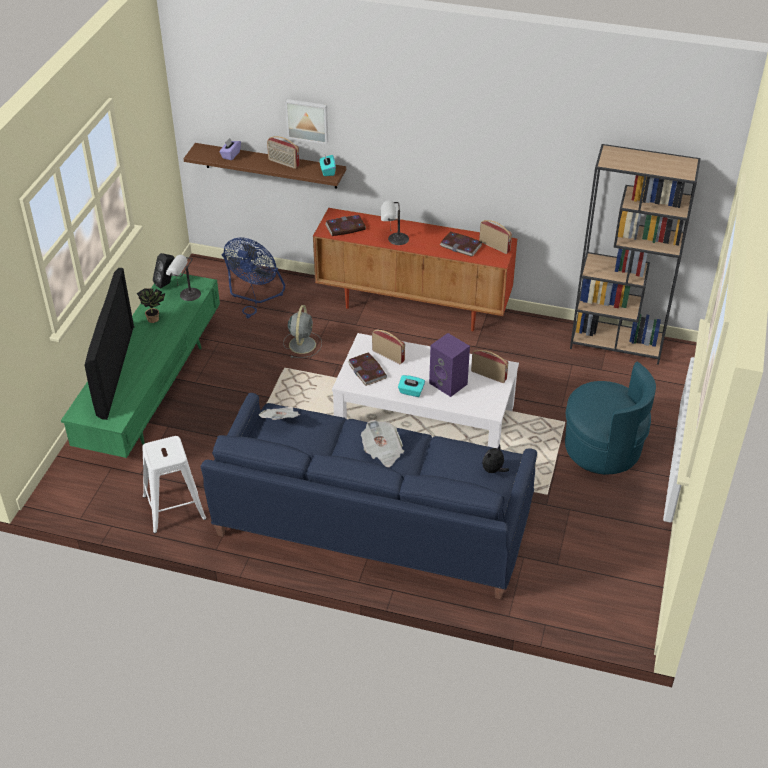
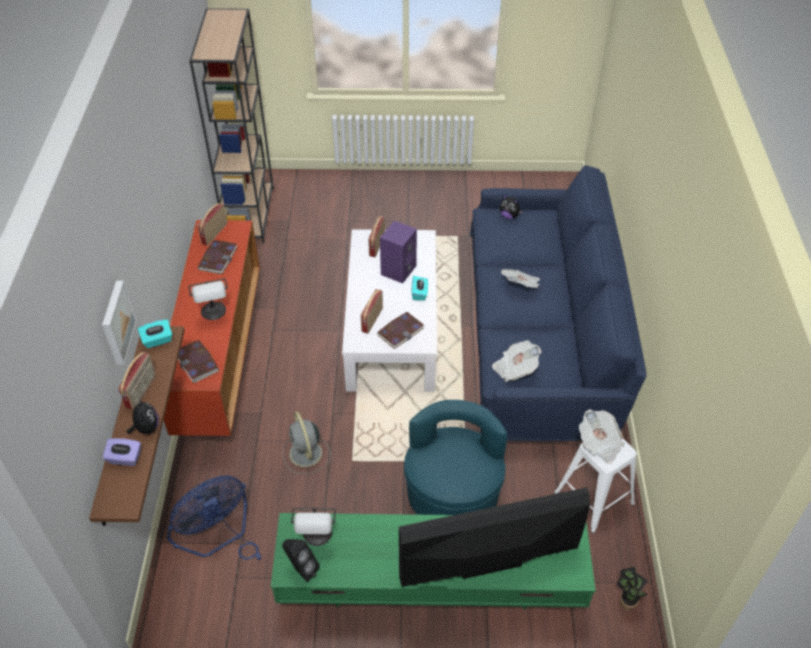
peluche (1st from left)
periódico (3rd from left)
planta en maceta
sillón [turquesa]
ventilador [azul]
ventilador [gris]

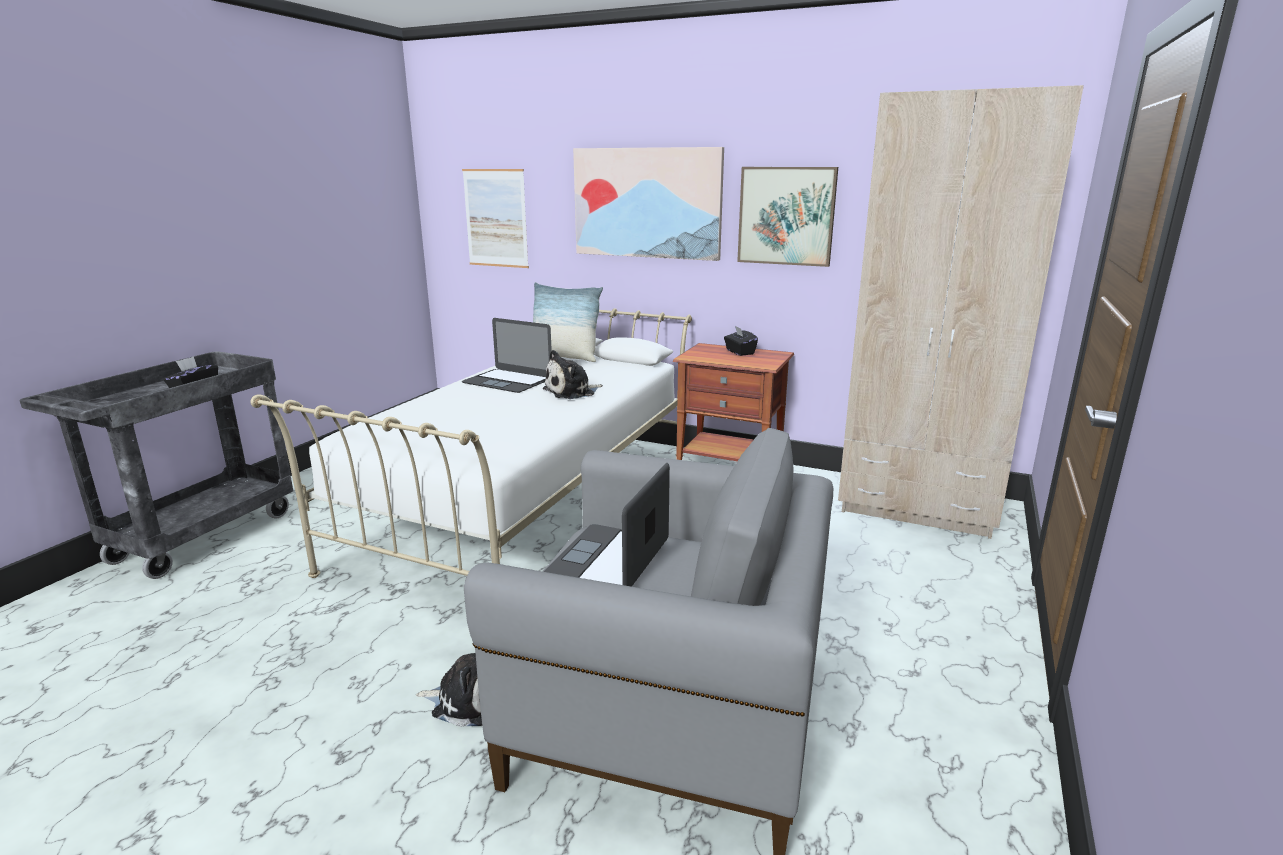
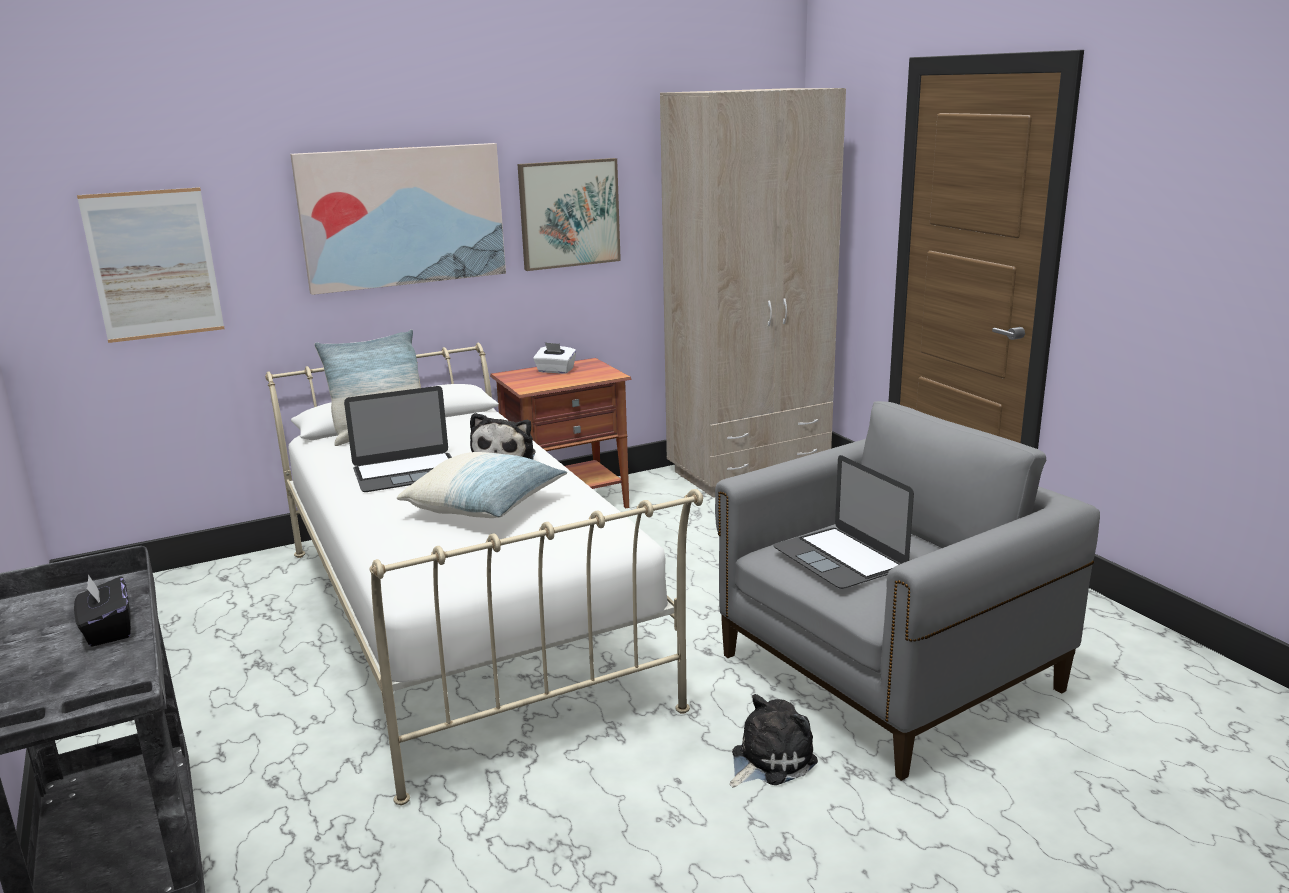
cojín (2nd from left)
caja de pañuelos [blanco]

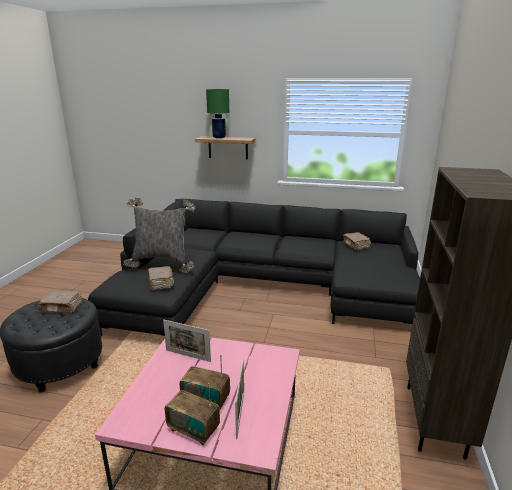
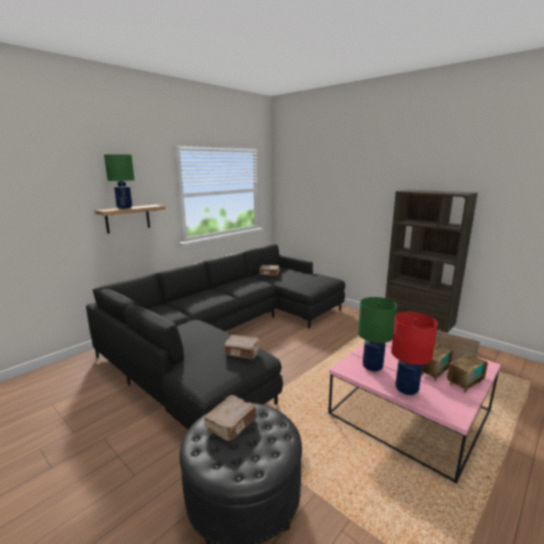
cojín
lámpara de mesa [rojo]
lámpara de mesa [verde] (2nd from left)

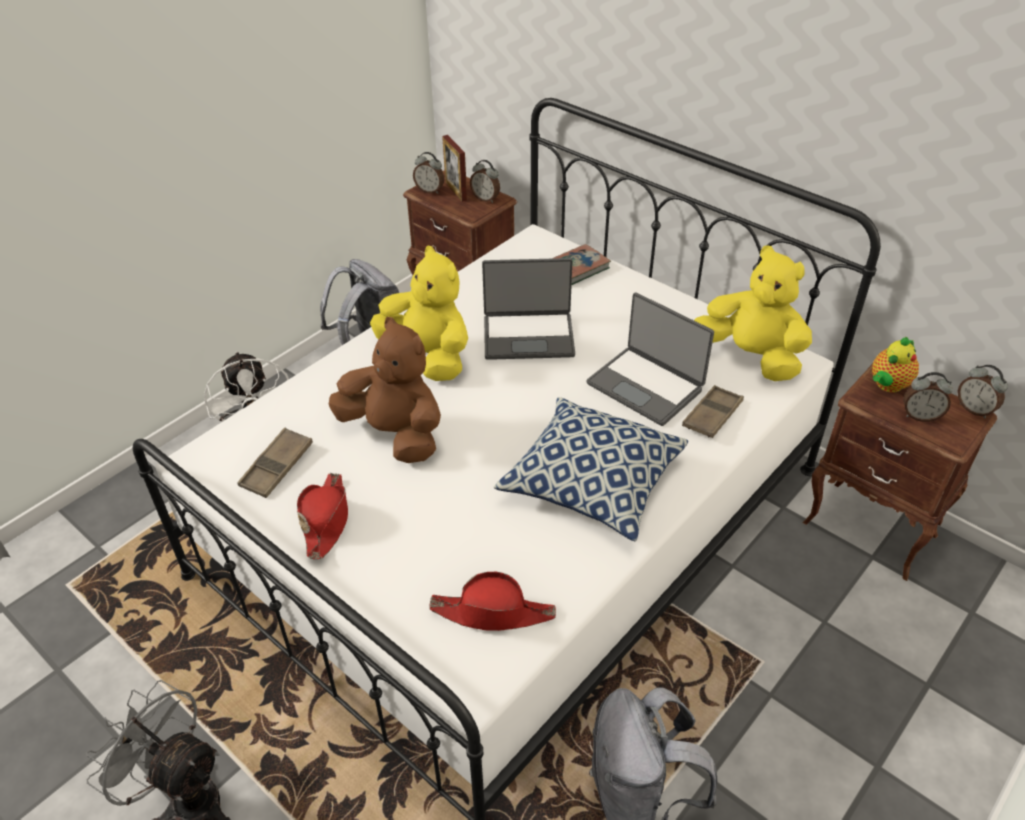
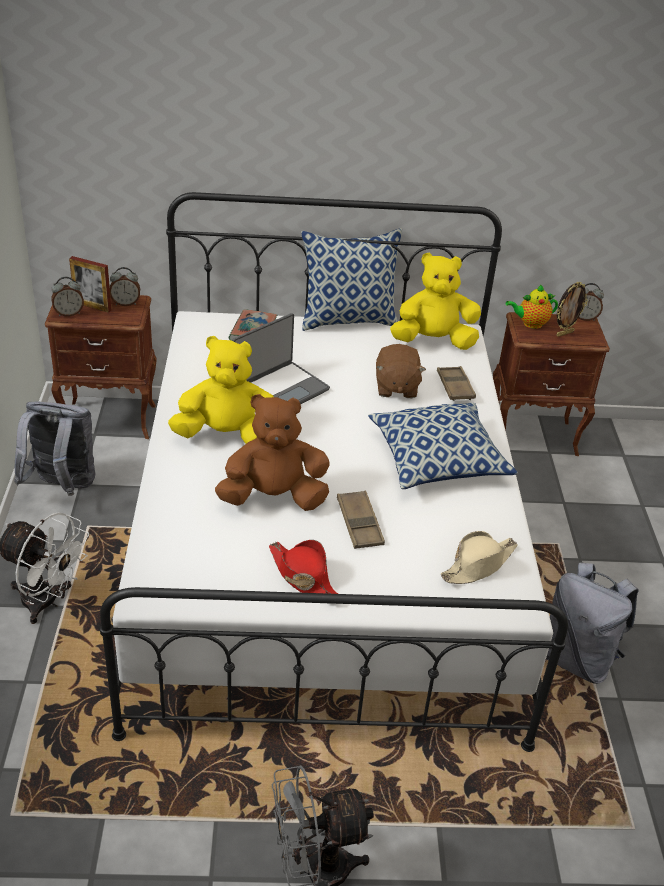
cojín (1st from left)
bandeja [marrón] (1st from left)
peluche [marrón] (2nd from left)
portarretratos (2nd from left)
sombrero [beis]
tetera

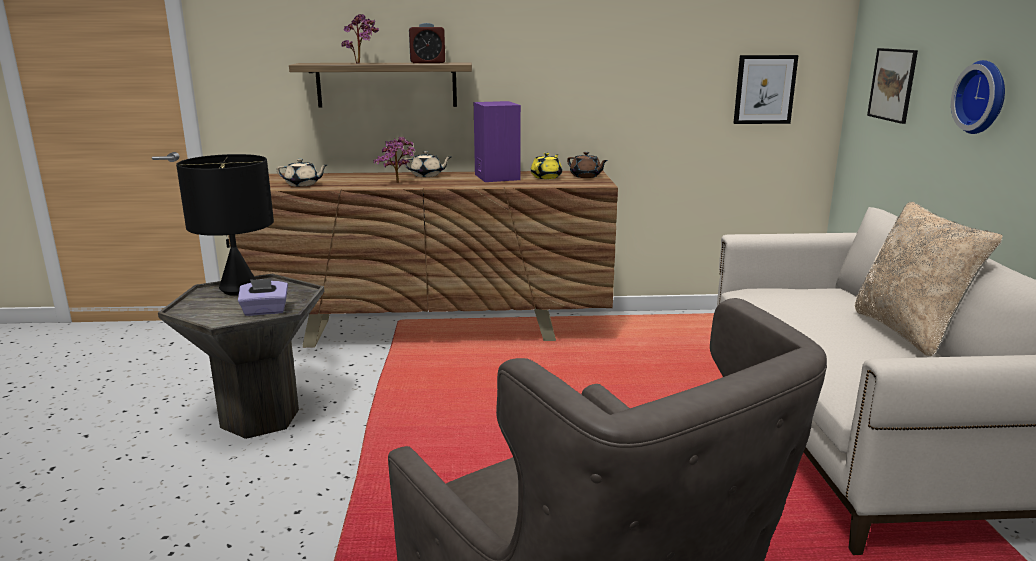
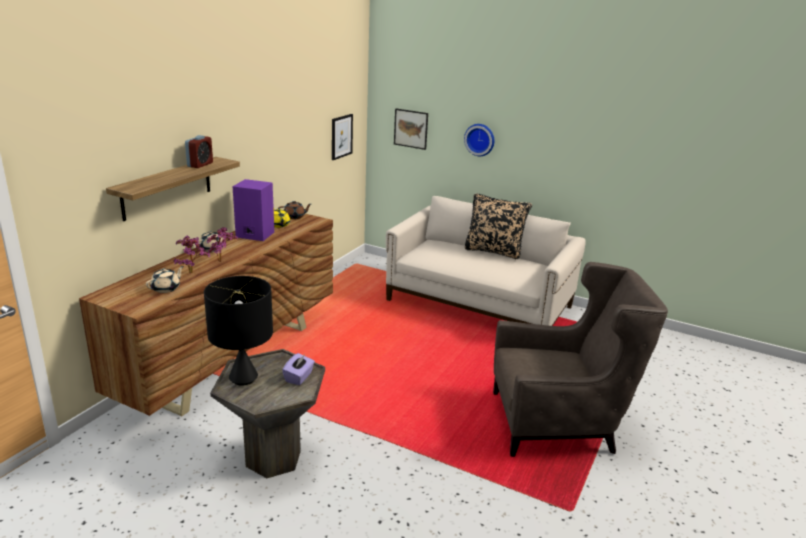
planta en maceta (1st from left)
cojín [negro]

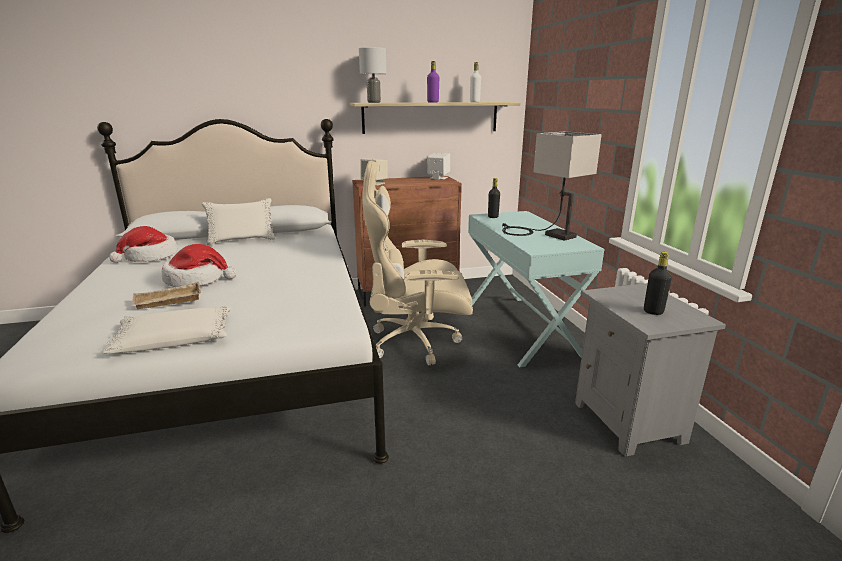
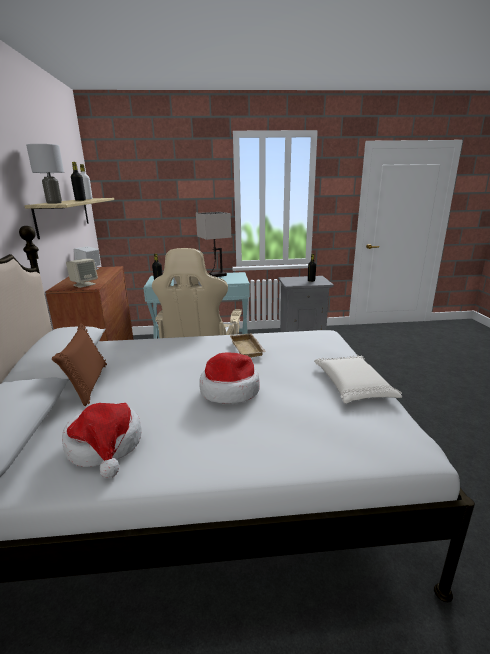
bandeja [beis]
cojín [marrón]
botella [negro] (1st from left)

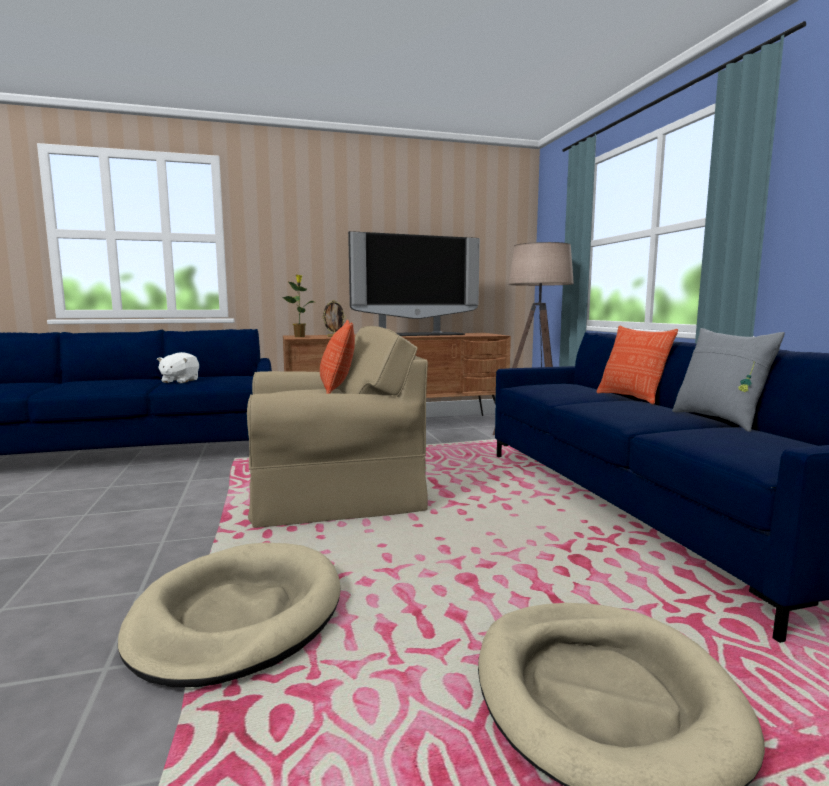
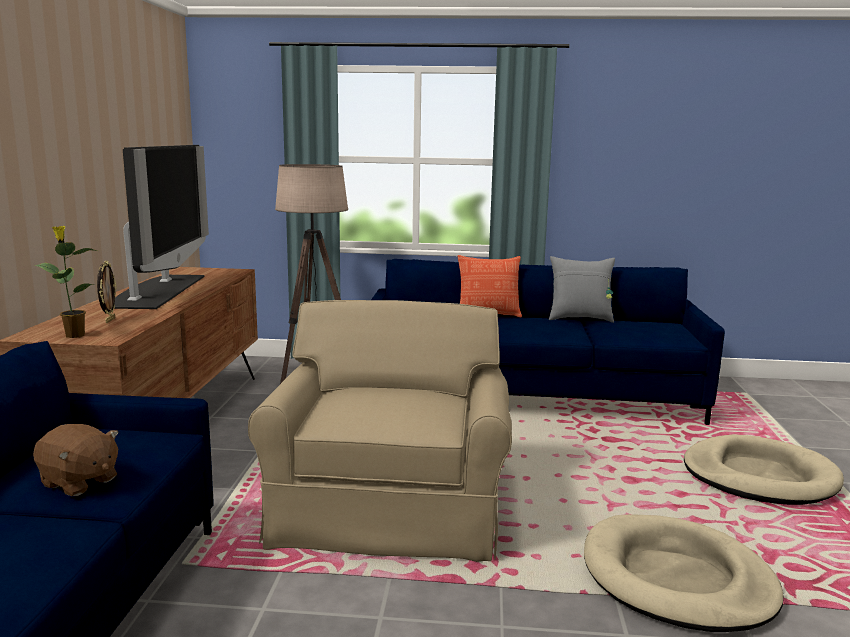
cojín [naranja] (1st from left in the first image)
peluche [marrón]

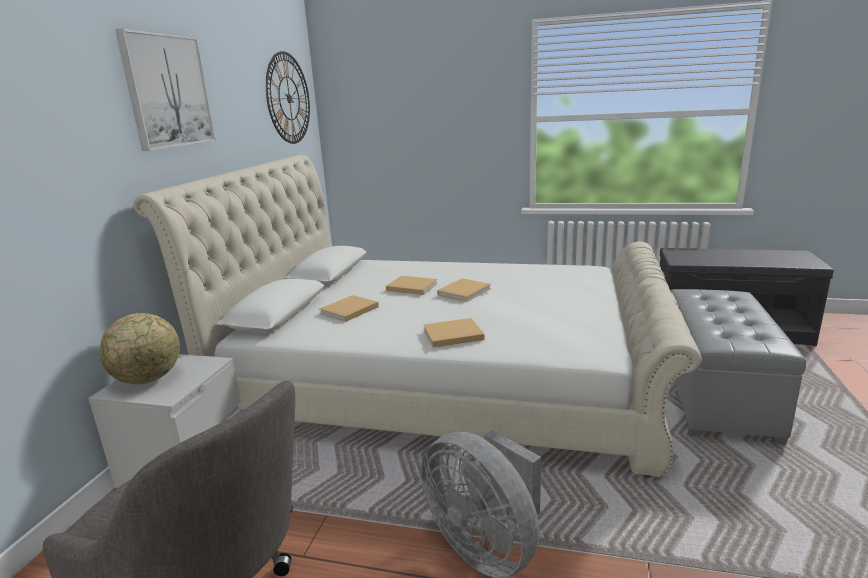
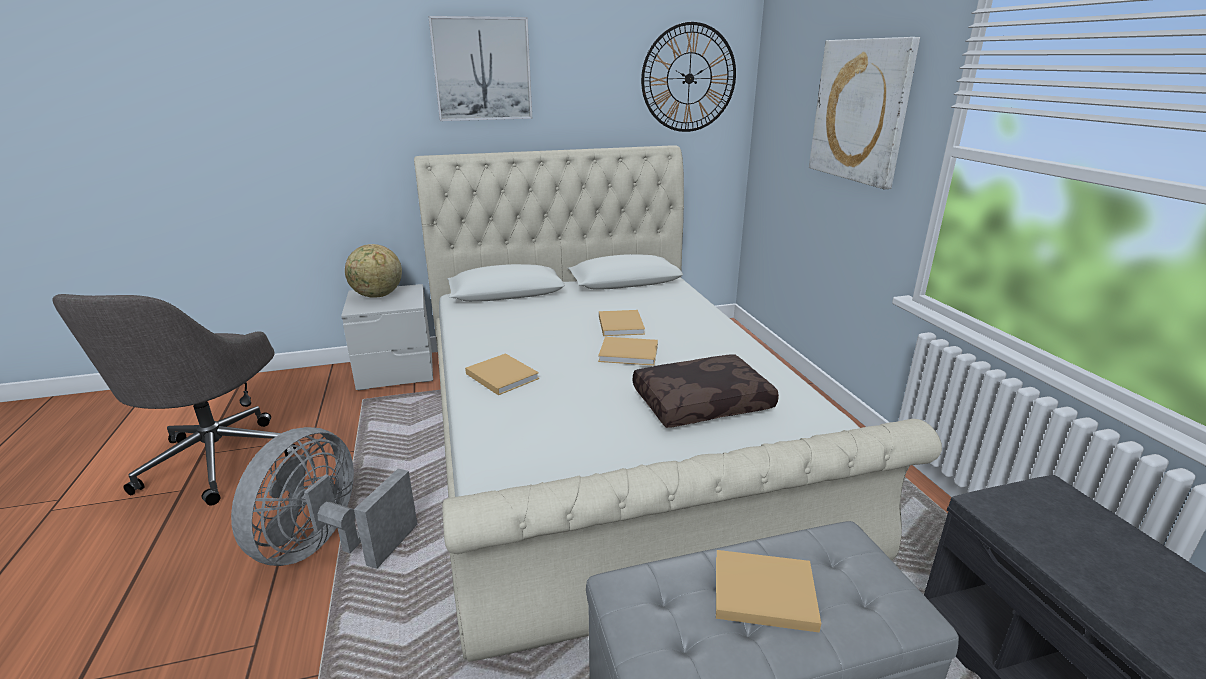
cojín [marrón]
cuadro (2nd from left)
libro [beis] (4th from left)

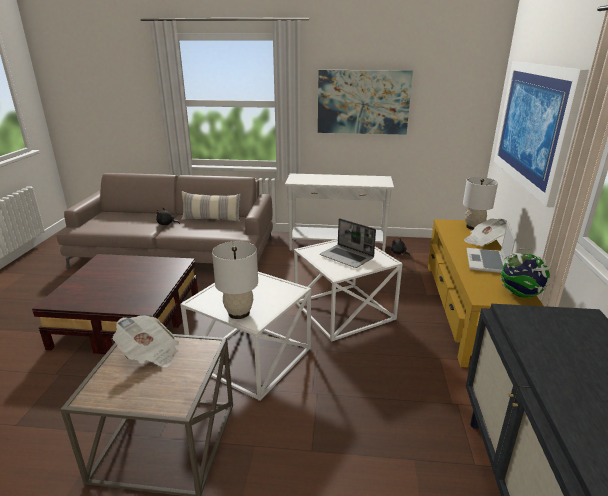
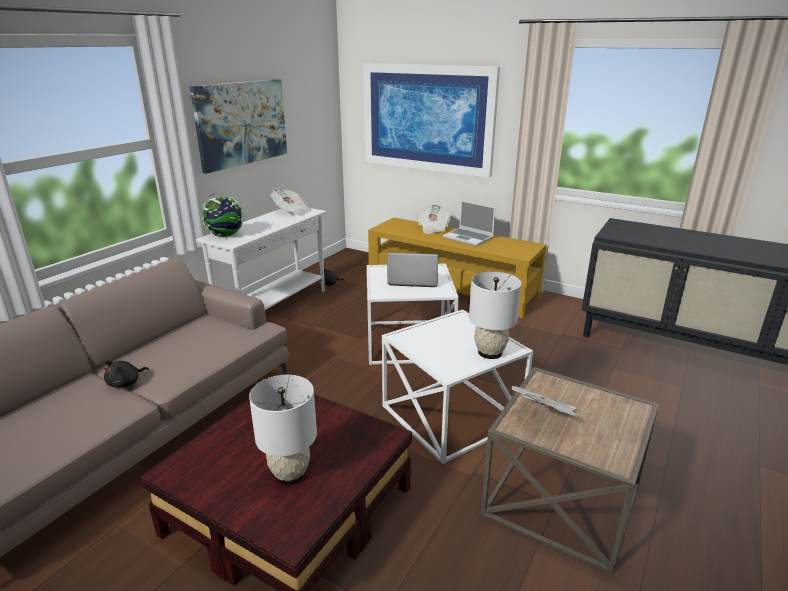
cojín
periódico (1st from left)
lámpara de mesa [blanco] (1st from left)
globo terráqueo
portátil (1st from left)

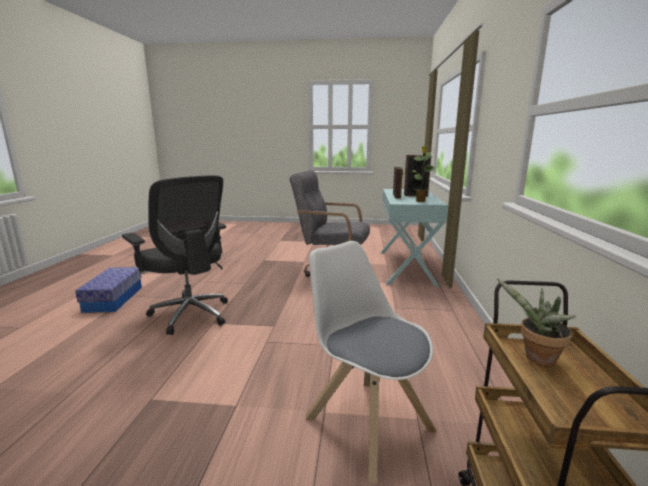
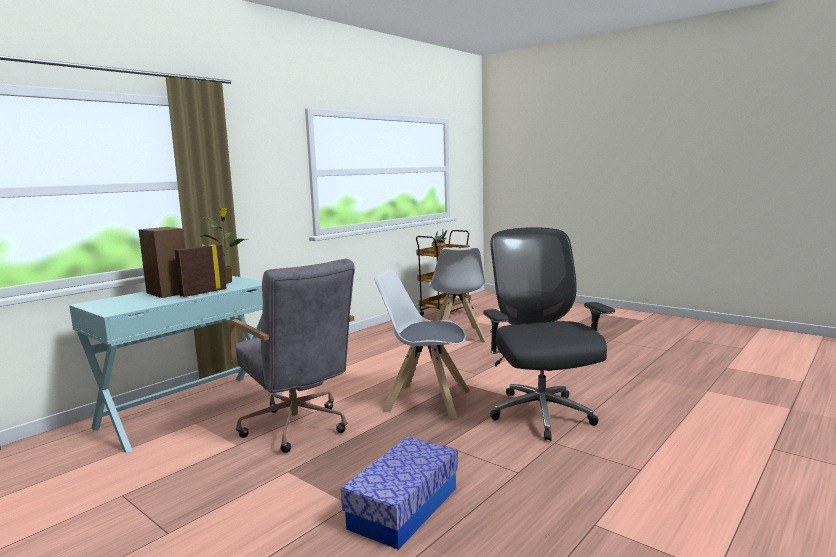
silla (1st from left)
caja de almacenaje

